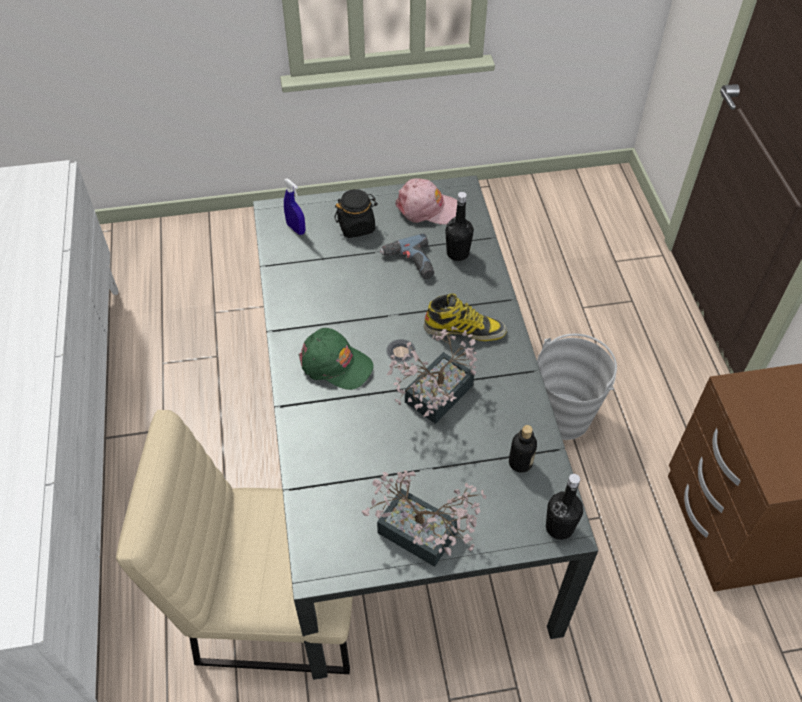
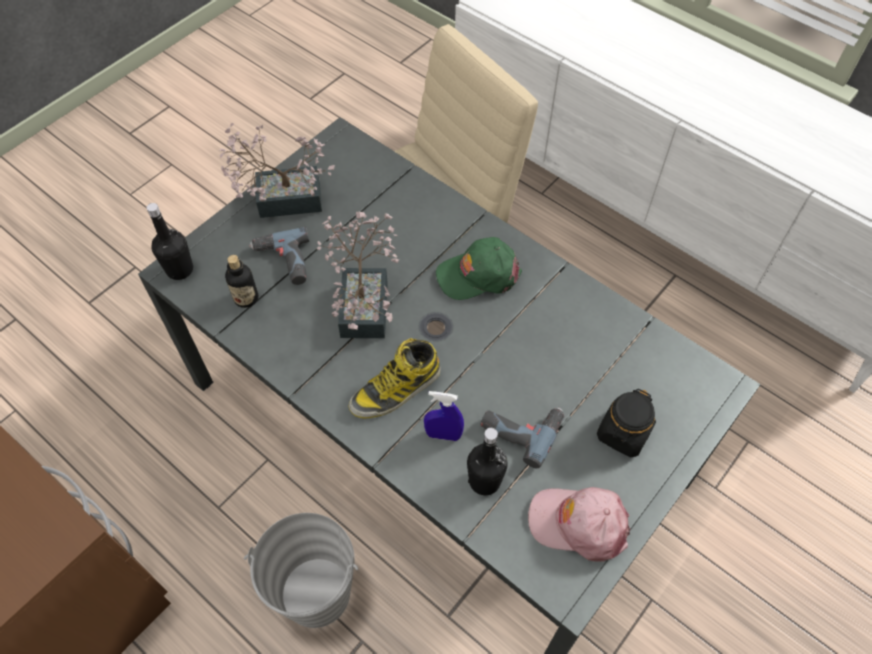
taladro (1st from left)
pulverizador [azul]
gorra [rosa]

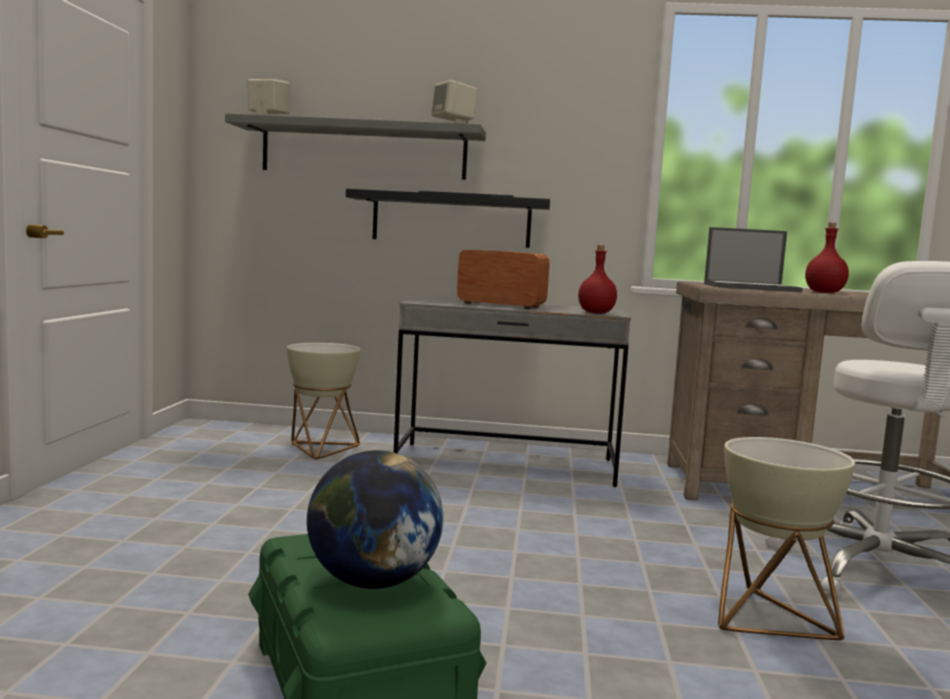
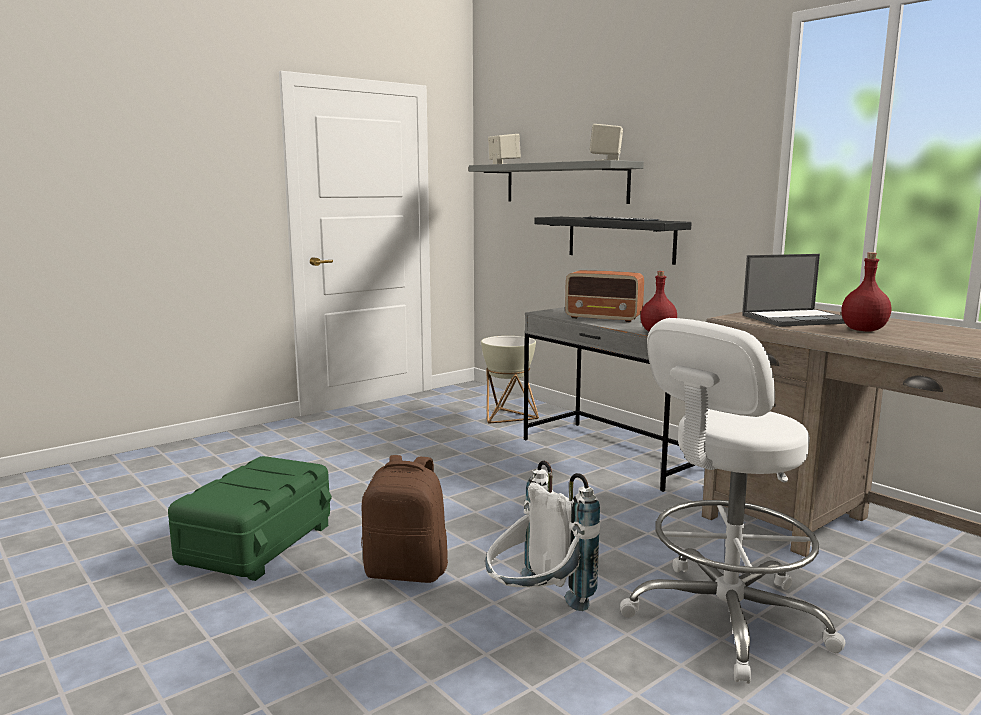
globo terráqueo
mochila [marrón]
mochila [blanco]
radio
portátil

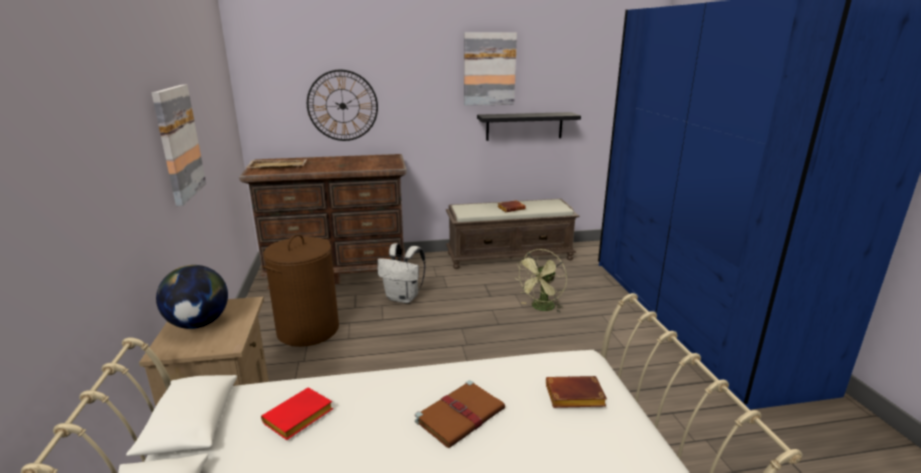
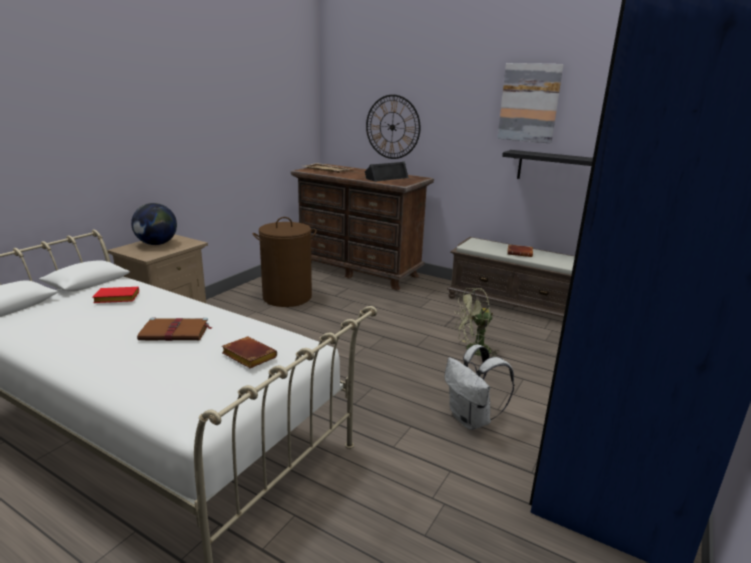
cuadro (1st from left in the first image)
altavoz [negro]
mochila [blanco]

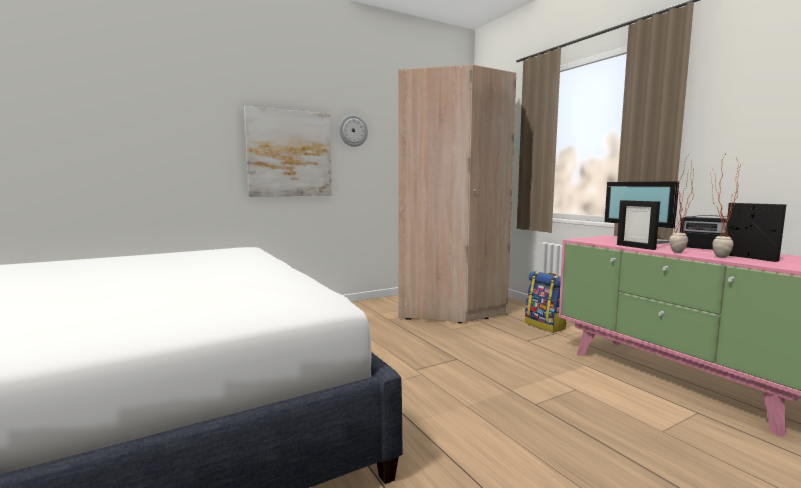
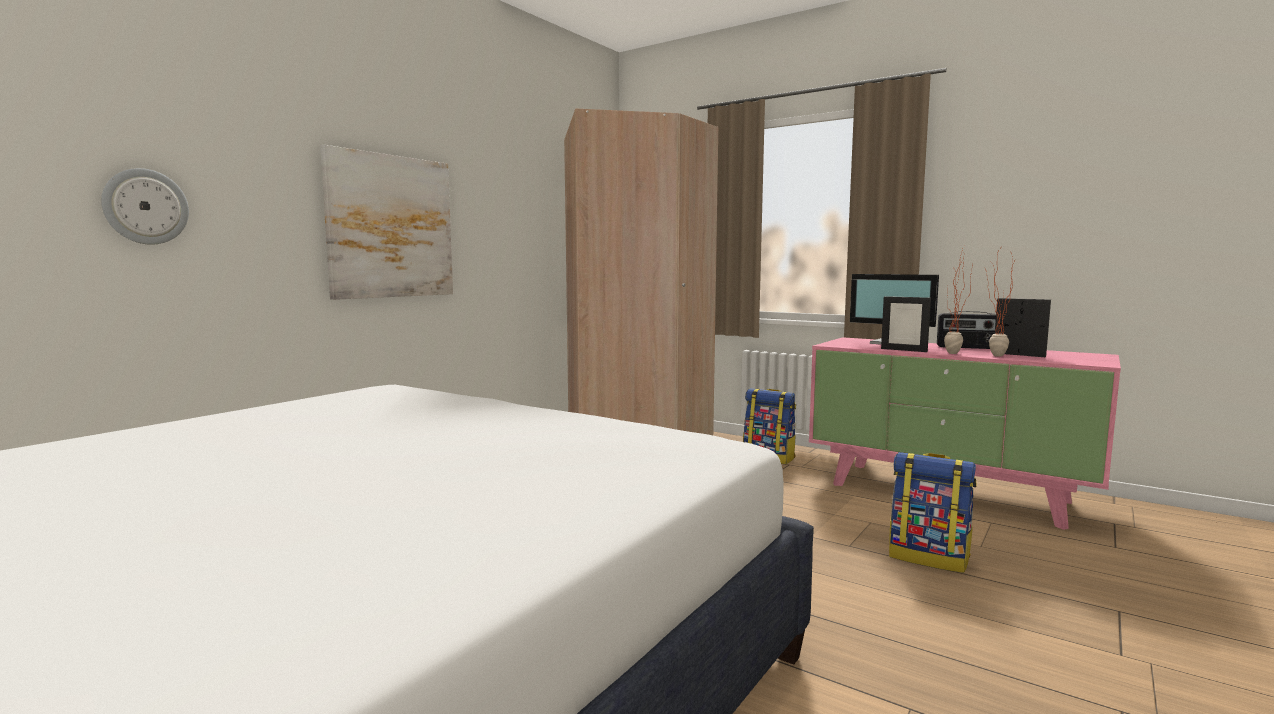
mochila (2nd from left)
reloj de pared

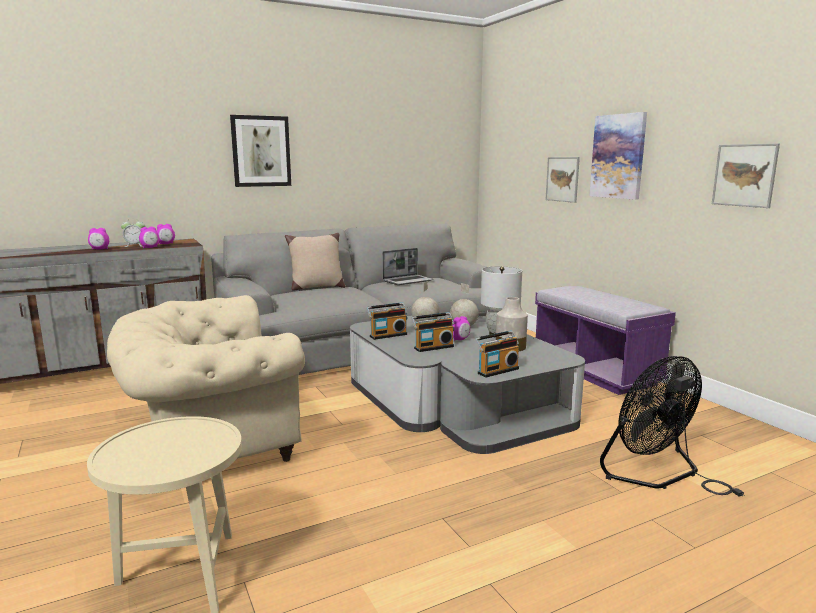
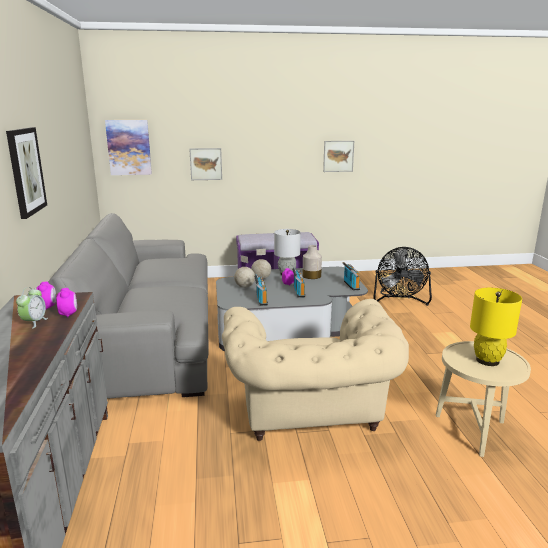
despertador (1st from left in the first image)
cojín [beis]
portátil
lámpara de mesa [amarillo]
cuadro (2nd from left)
ventilador [negro]

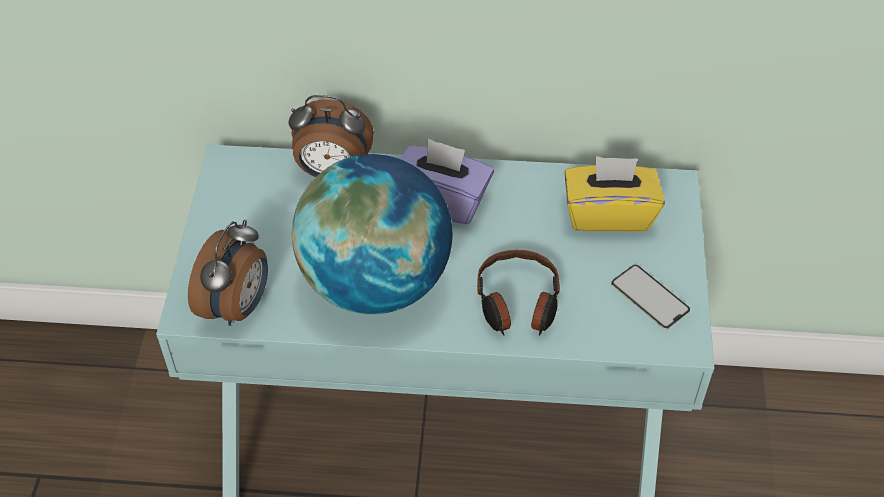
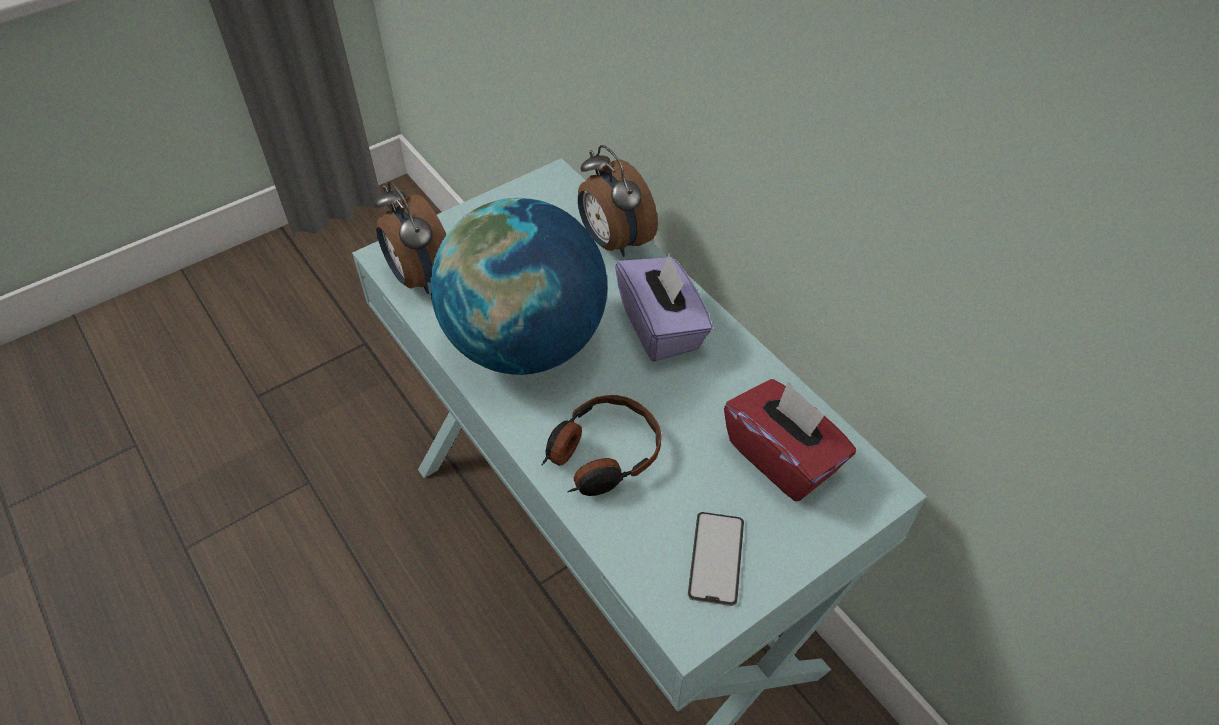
caja de pañuelos [rojo]
despertador (1st from left)

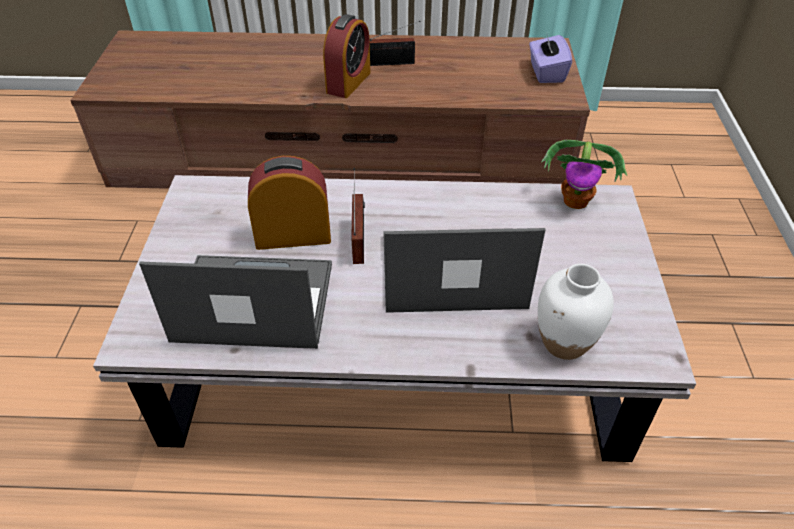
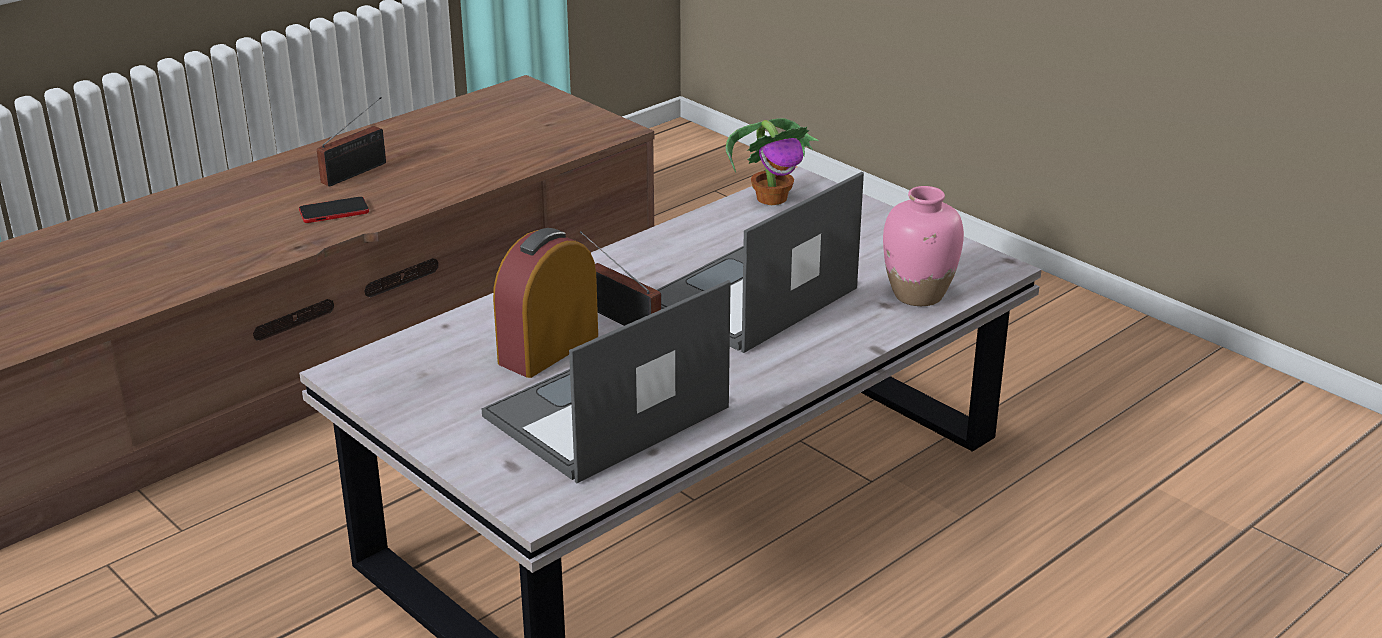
caja de pañuelos [morado]
móvil
florero [rosa]

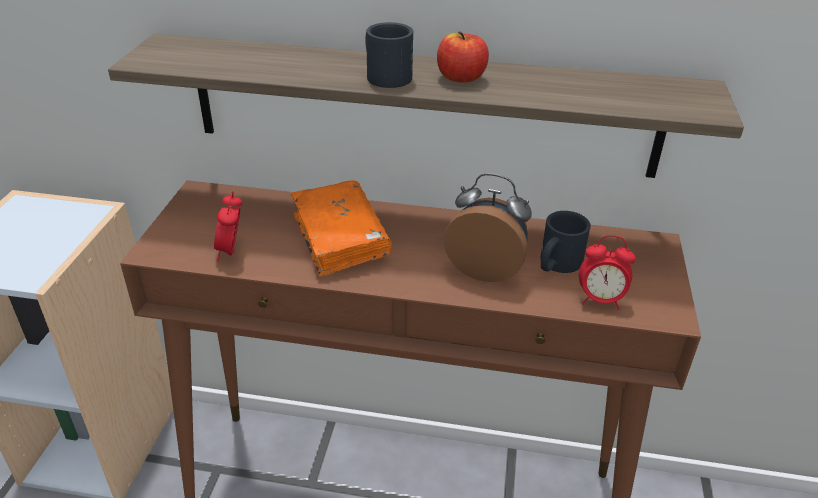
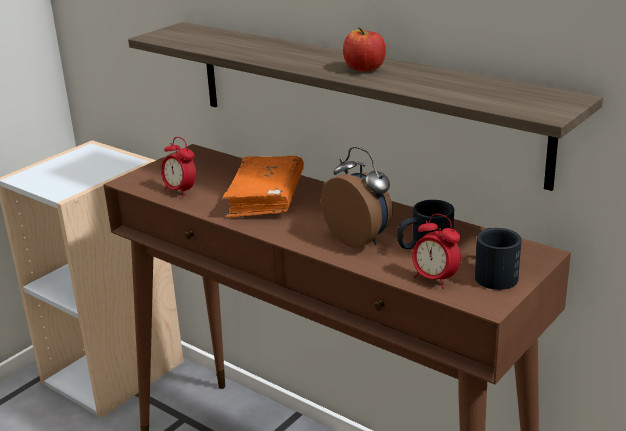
taza grande [negro] (2nd from left)
despertador (1st from left)

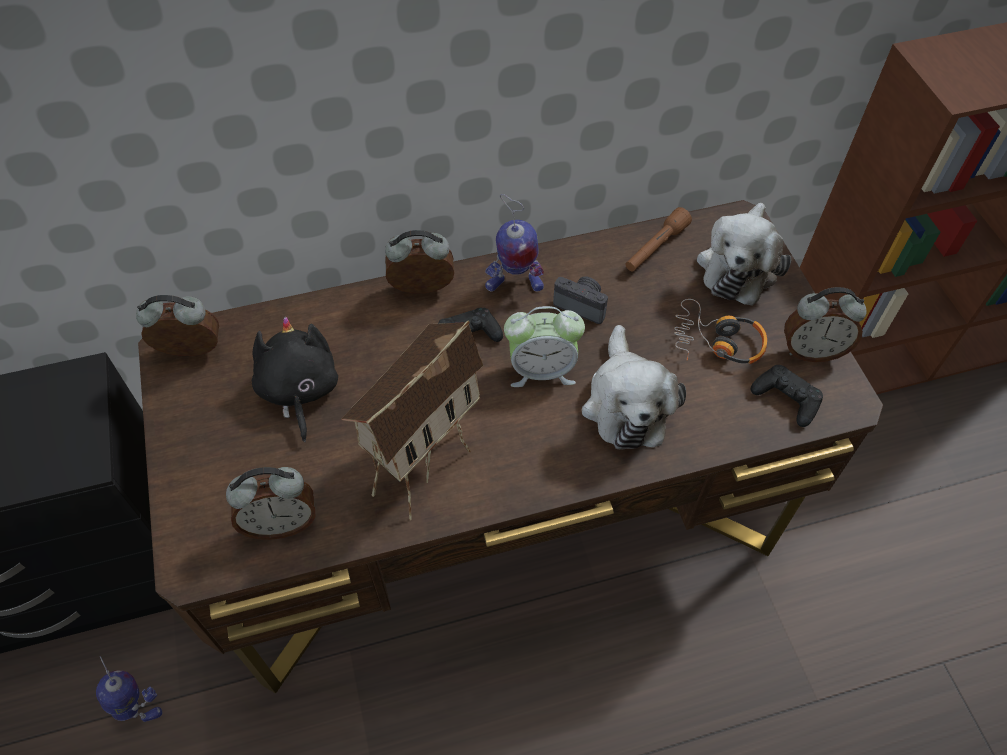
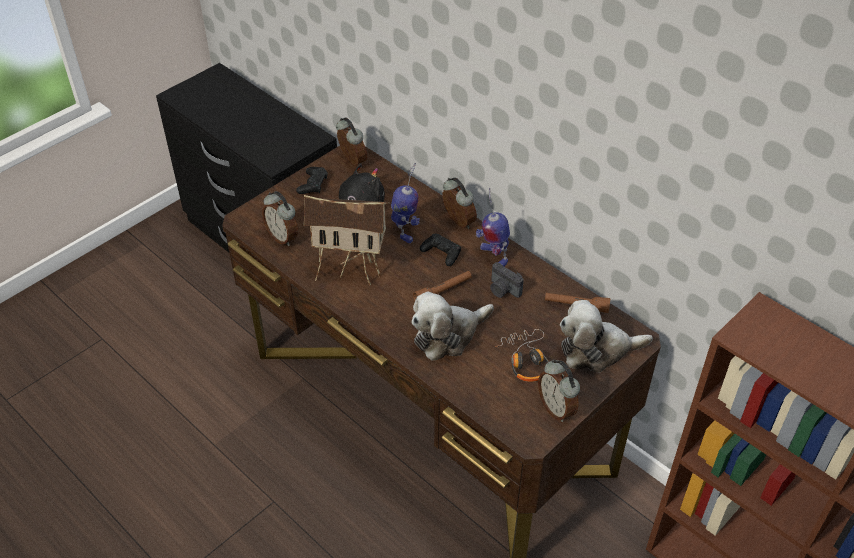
robot de juguete (1st from left)
mando de consola [negro] (1st from left)
linterna [marrón] (1st from left)
cámara

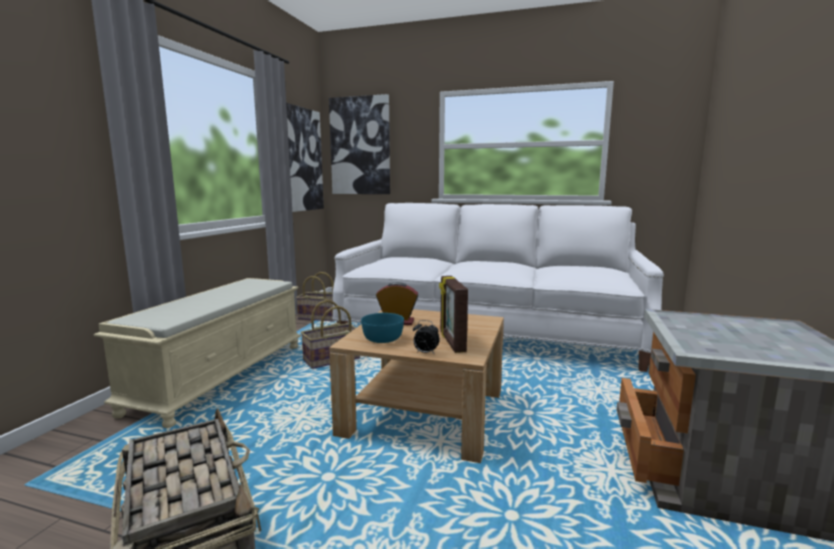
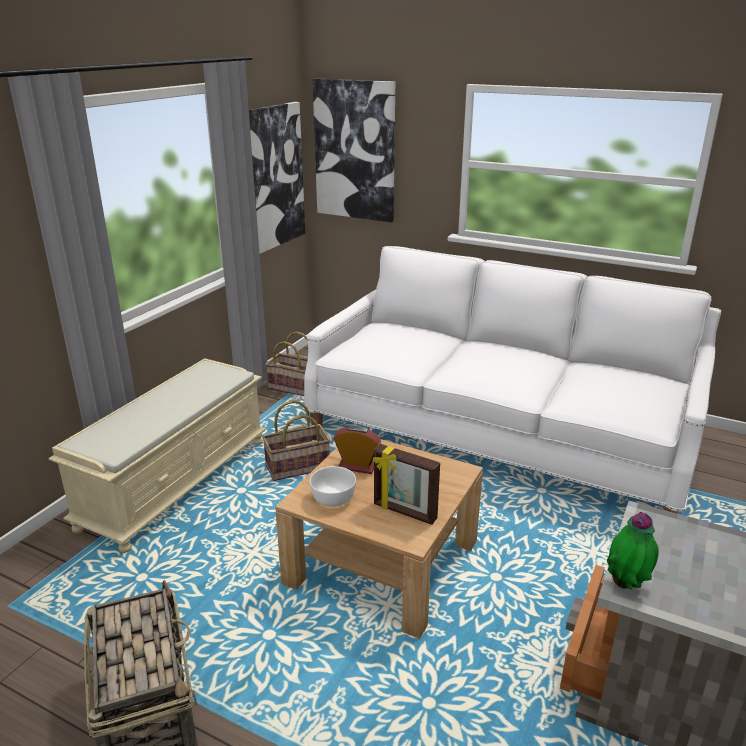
despertador (2nd from left in the first image)
planta en maceta
cuenco [blanco]
portarretratos

